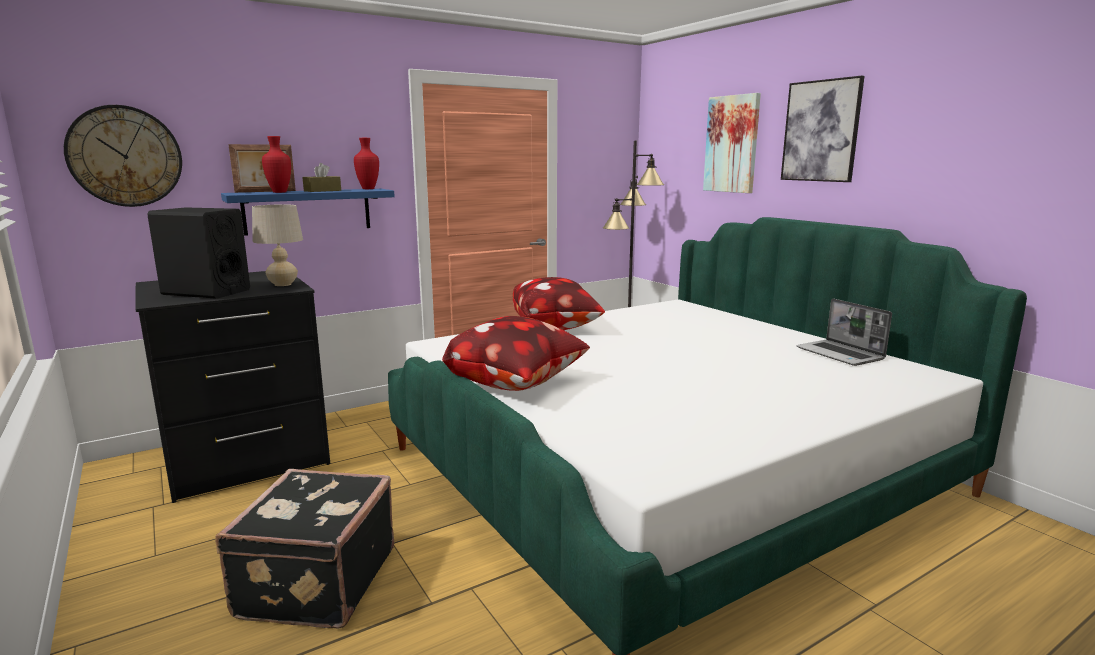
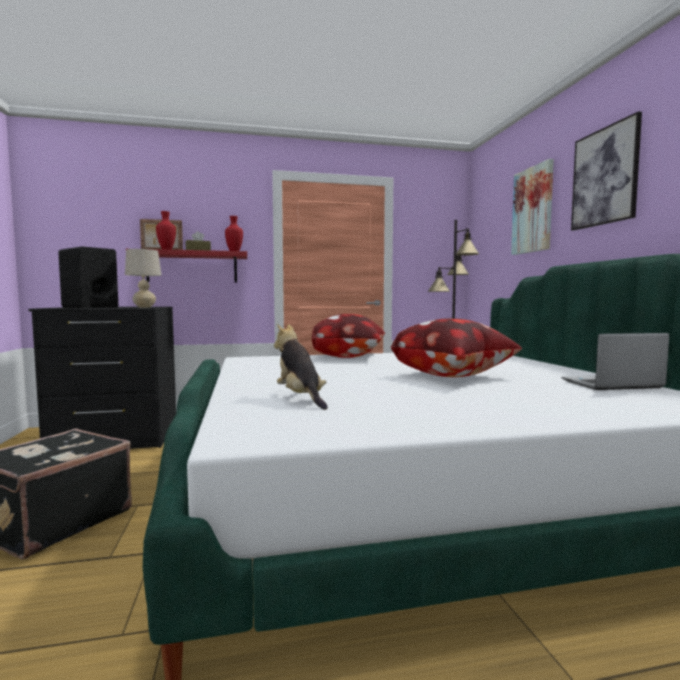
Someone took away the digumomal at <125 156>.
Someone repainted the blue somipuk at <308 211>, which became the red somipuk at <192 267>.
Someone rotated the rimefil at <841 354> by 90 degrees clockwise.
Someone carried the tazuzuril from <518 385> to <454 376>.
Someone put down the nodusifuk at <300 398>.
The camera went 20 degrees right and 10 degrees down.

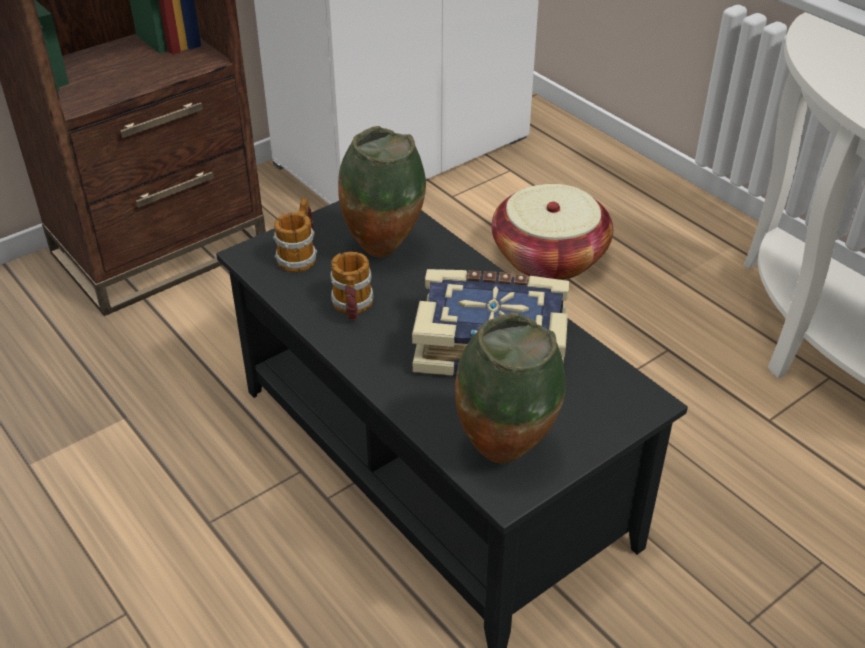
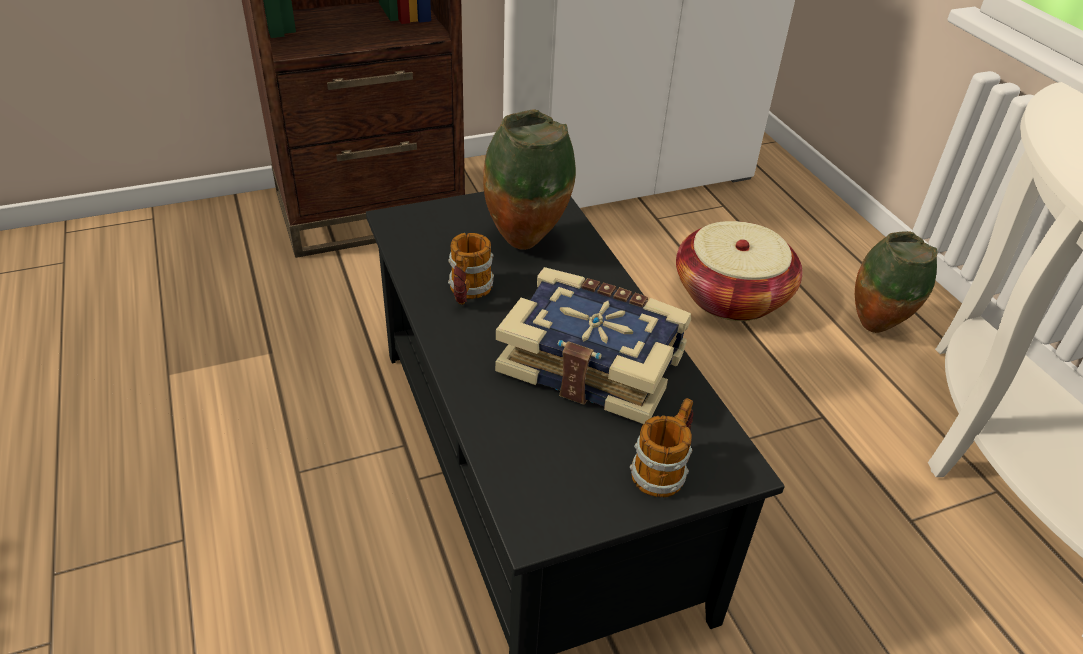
Someone carried the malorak from <300 255> to <663 469>.
Someone carried the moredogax from <505 453> to <876 328>.
The camera went 15 degrees right and 0 degrees up.

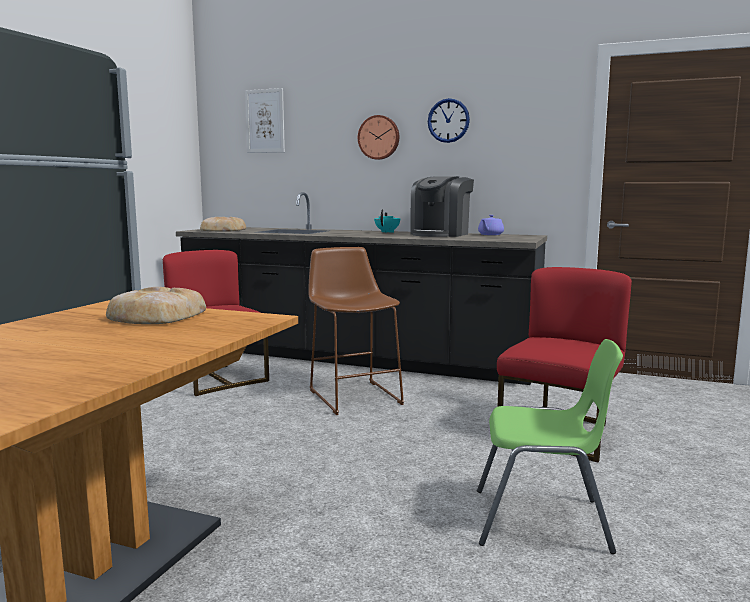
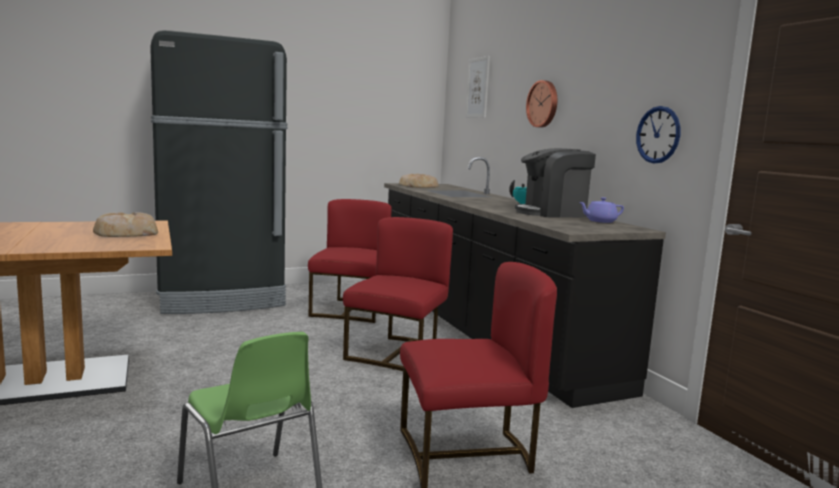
Someone carried the digumomal from <448 120> to <658 135>.
Someone swapped the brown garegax at <353 395> for the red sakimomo at <397 354>.
The camera went 45 degrees right and 0 degrees up.

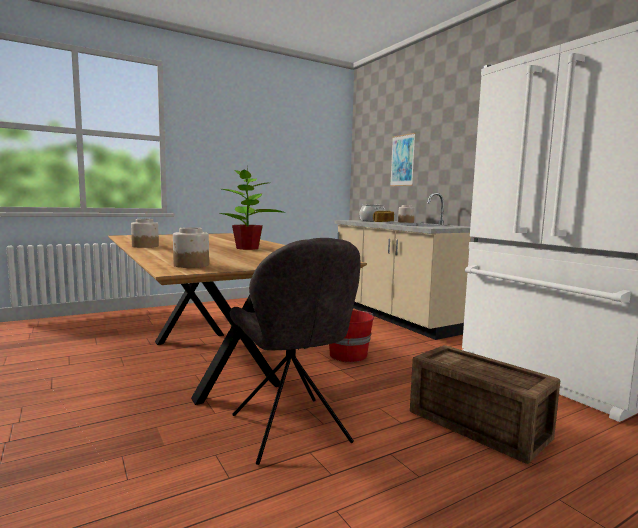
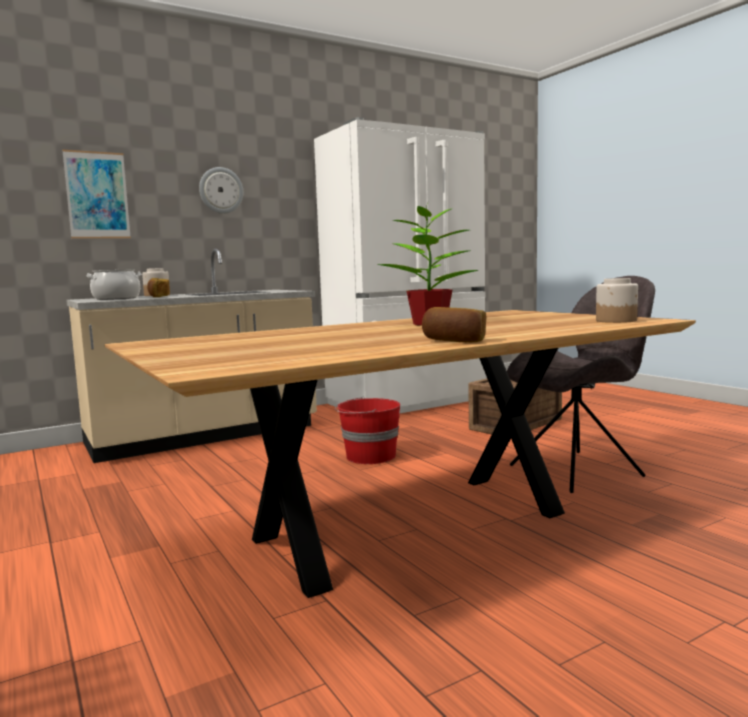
Someone swapped the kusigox at <145 246> for the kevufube at <454 341>.
Someone put up the digumomal at <221 190>.
The camera went 90 degrees left and 0 degrees up.

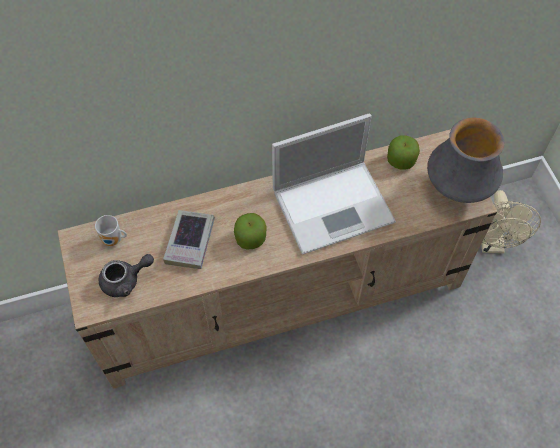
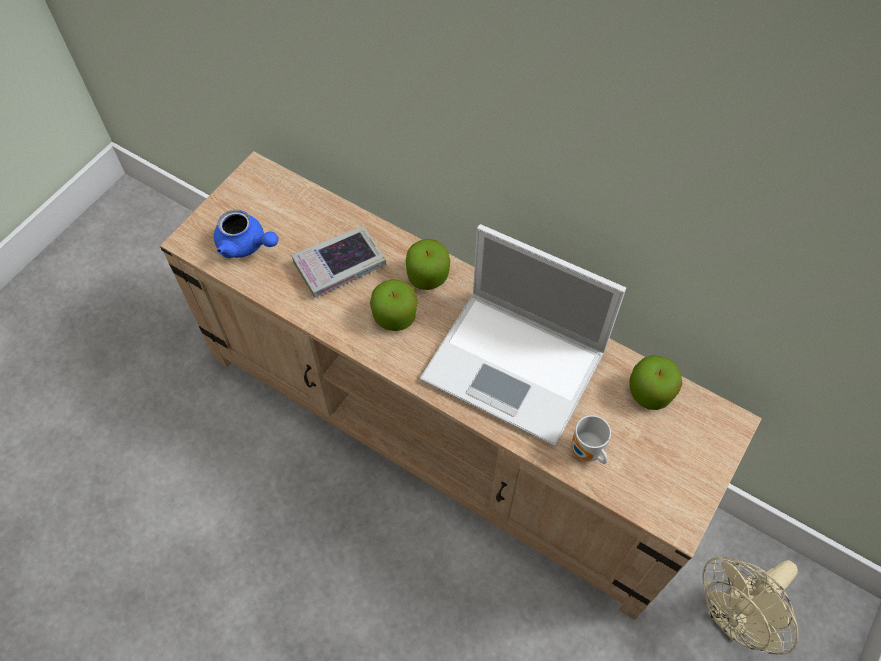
Someone took away the moredogax at <457 189>.
Someone carried the malorak from <113 240> to <586 452>.
Someone repainted the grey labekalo at <126 280>, which became the blue labekalo at <246 245>.
Someone put down the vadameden at <428 276>.
The camera went 50 degrees right and 0 degrees up.

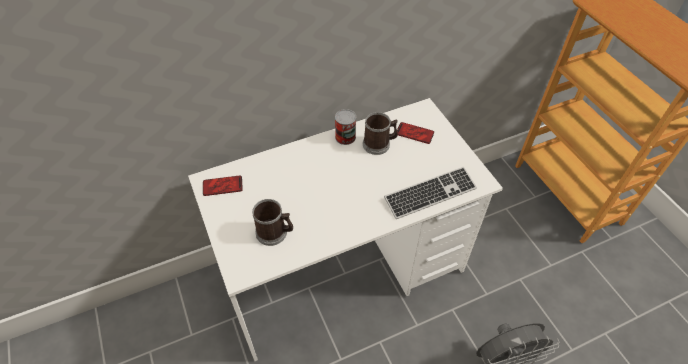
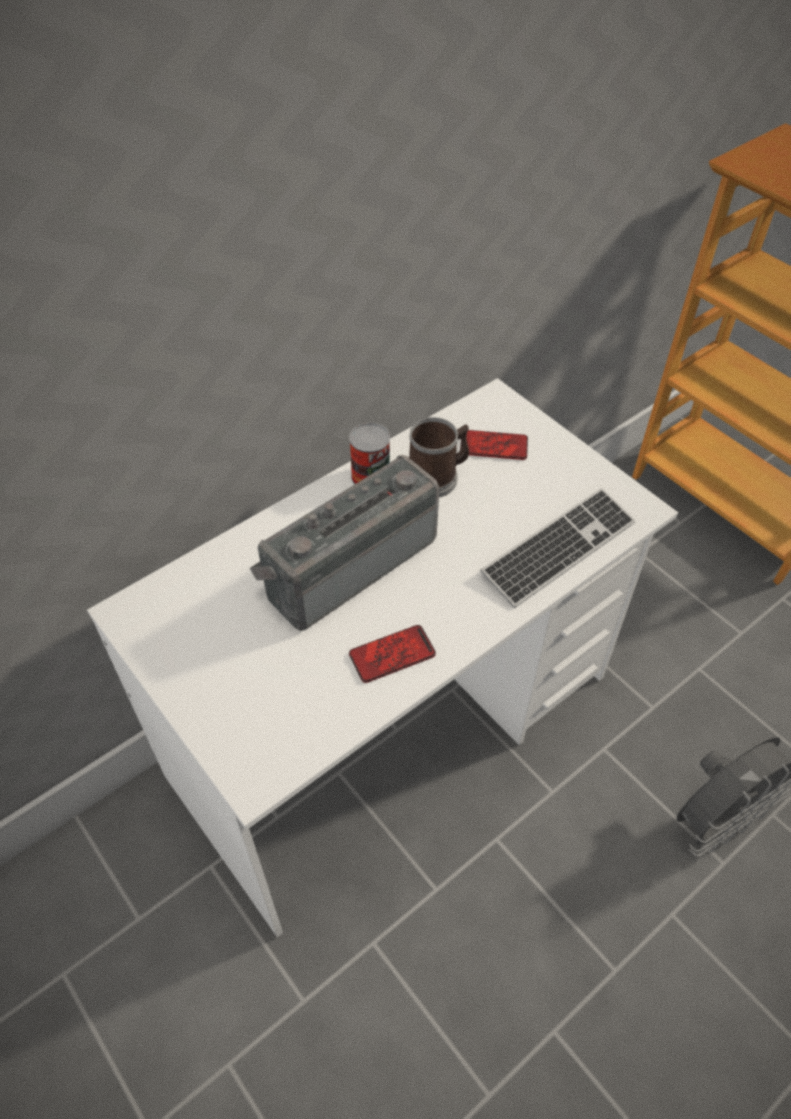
Someone carried the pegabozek from <222 186> to <392 654>.
Someone took away the malorak at <275 233>.
Someone put down the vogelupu at <347 563>.
The camera went 15 degrees left and 0 degrees up.

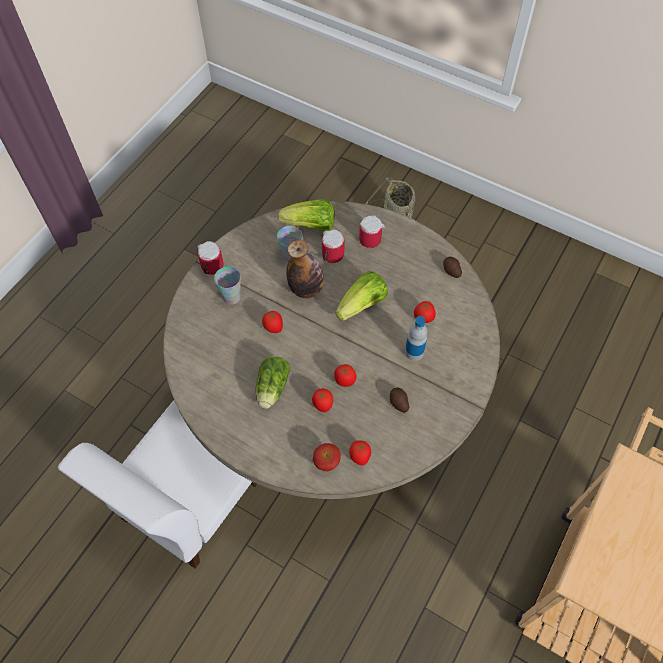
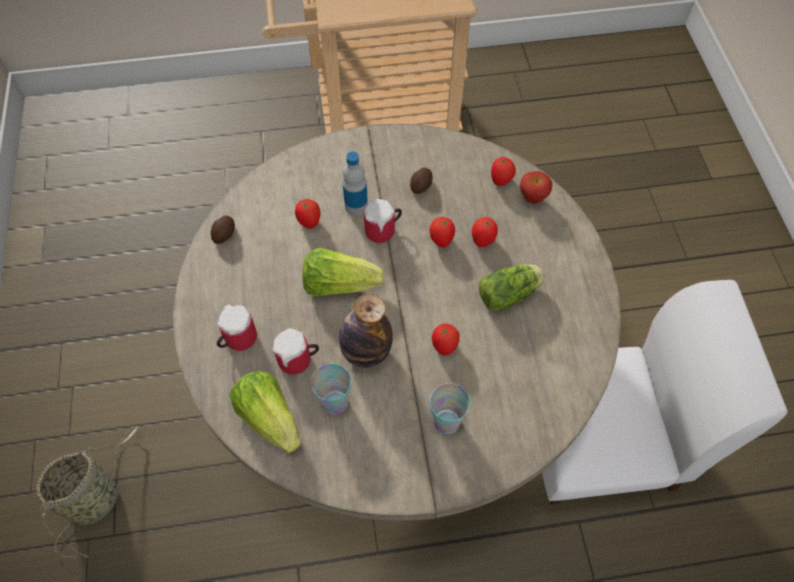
Someone carried the malorak from <210 268> to <384 231>.
The camera went 130 degrees left and 0 degrees up.

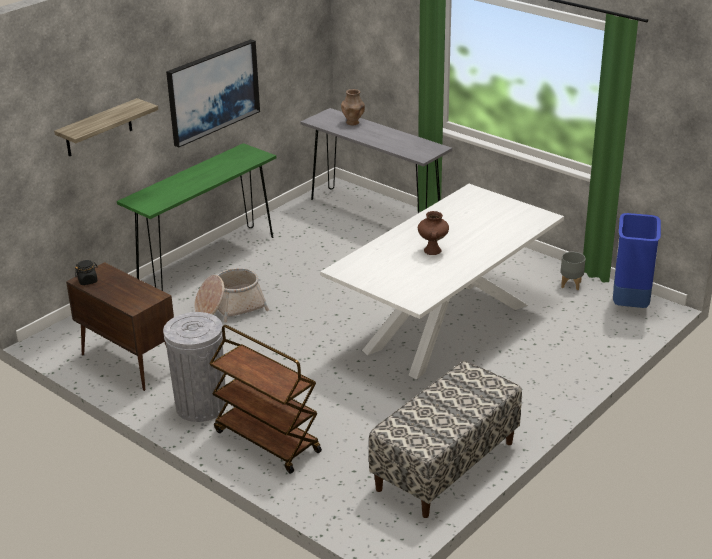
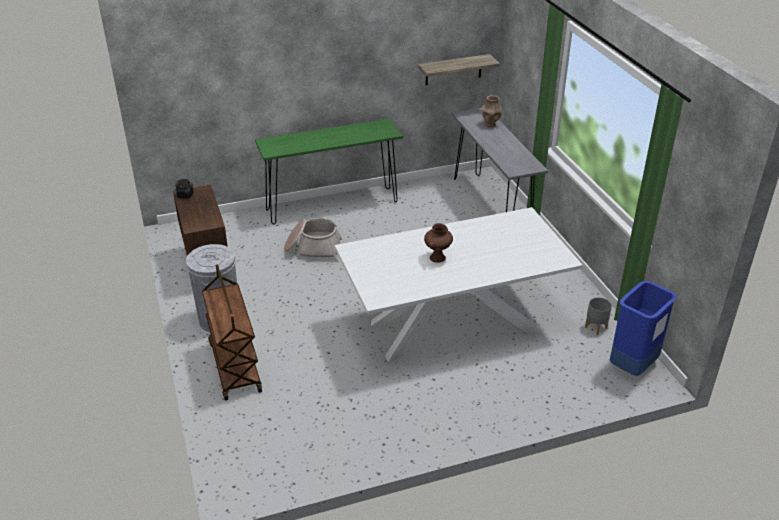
Someone took away the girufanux at <213 91>.
Someone carried the somipuk from <98 128> to <453 70>.
Someone took away the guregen at <446 466>.
The camera went 30 degrees right and 5 degrees up.

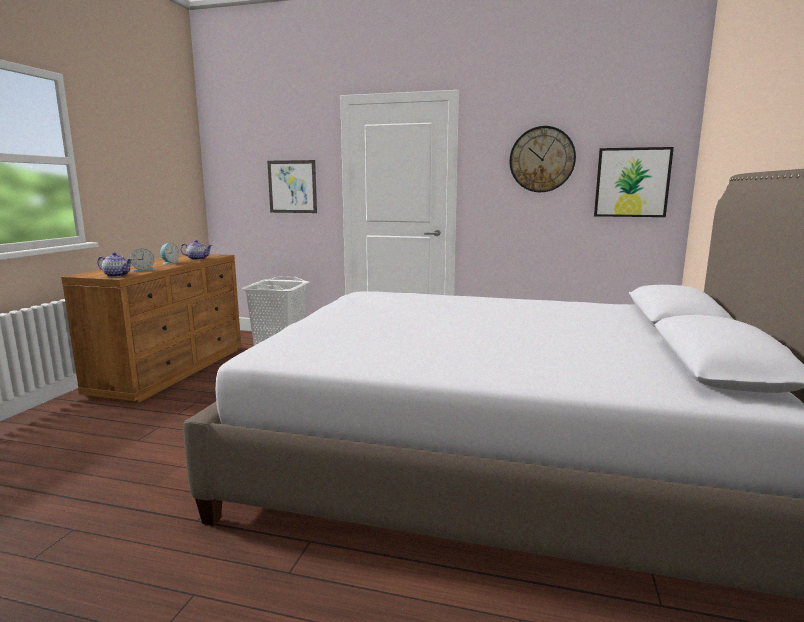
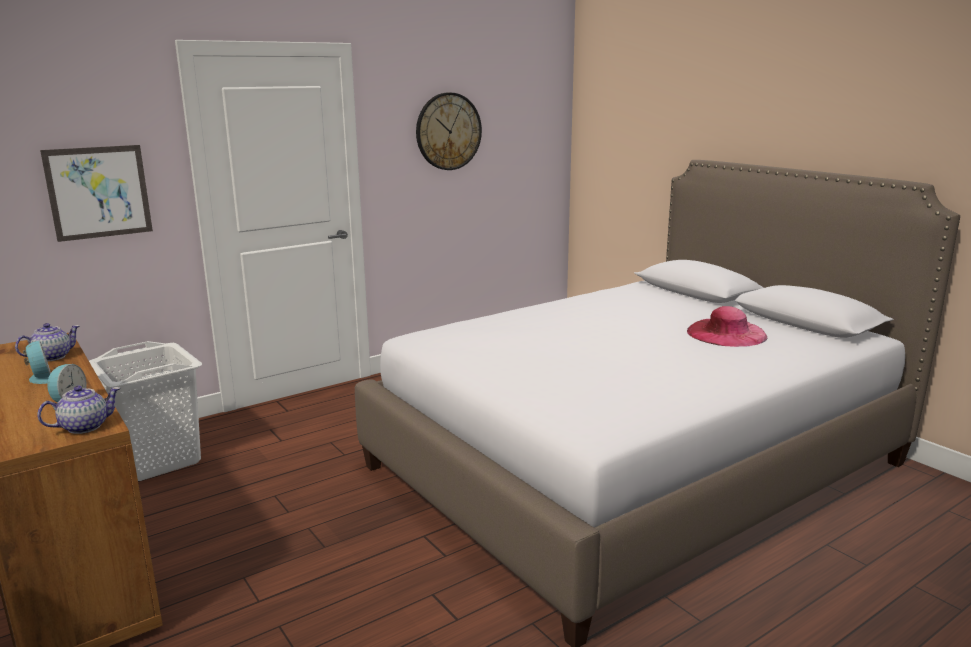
Someone took away the girufanux at <632 182>.
Someone put down the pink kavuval at <726 333>.
The camera went 50 degrees left and 5 degrees up.

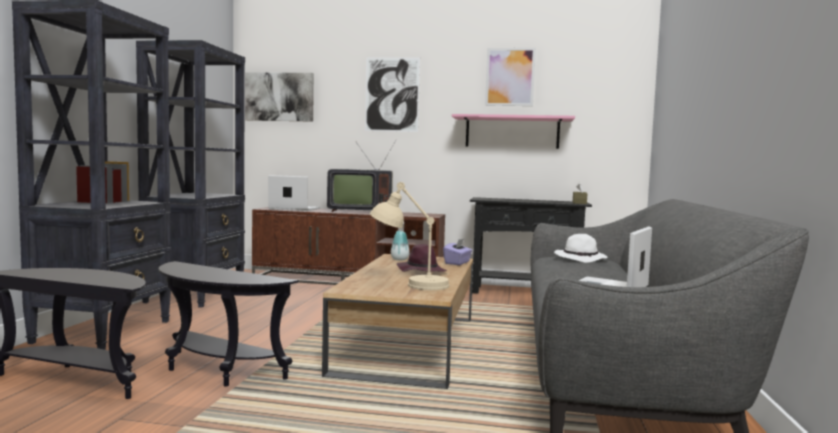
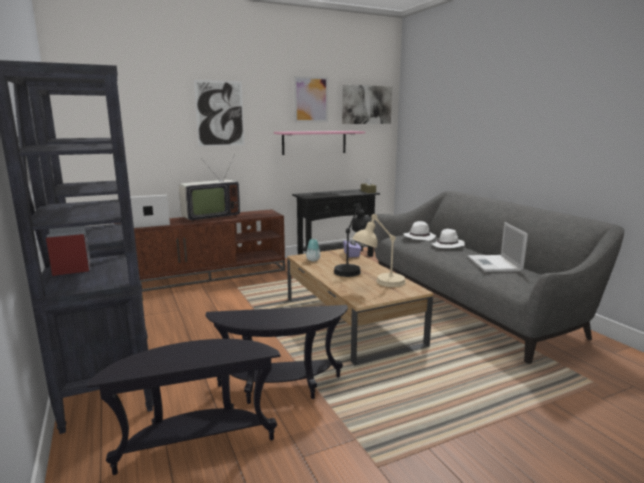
Someone carried the girufanux from <279 97> to <366 104>.
Someone swapped the purple kavuval at <421 271> for the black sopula at <353 269>.
Someone put down the white kavuval at <448 246>.
The camera went 35 degrees left and 10 degrees up.

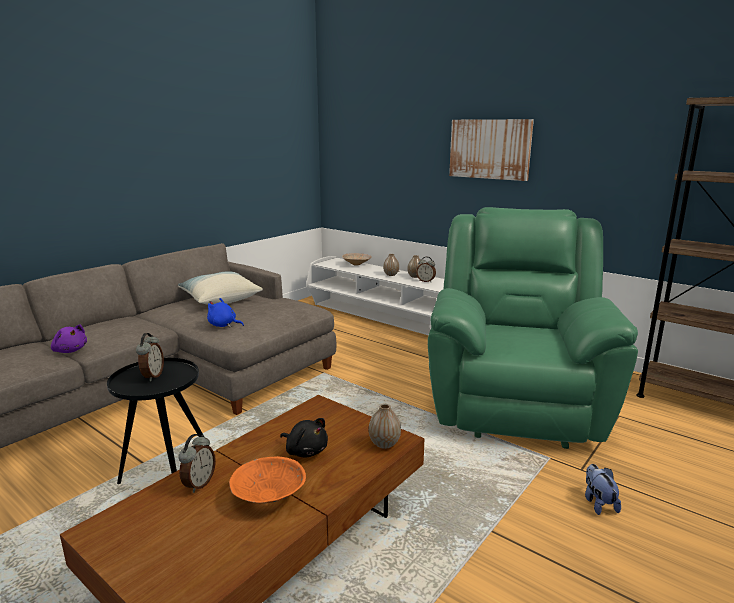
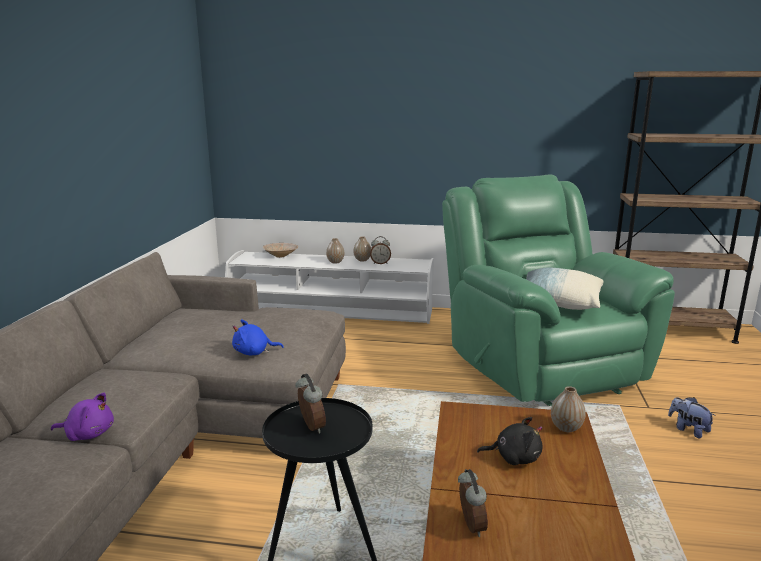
Someone took away the girufanux at <490 149>.
Someone carried the tazuzuril from <219 299> to <558 302>.
Someone took away the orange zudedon at <268 495>.
The camera went 30 degrees left and 0 degrees up.

